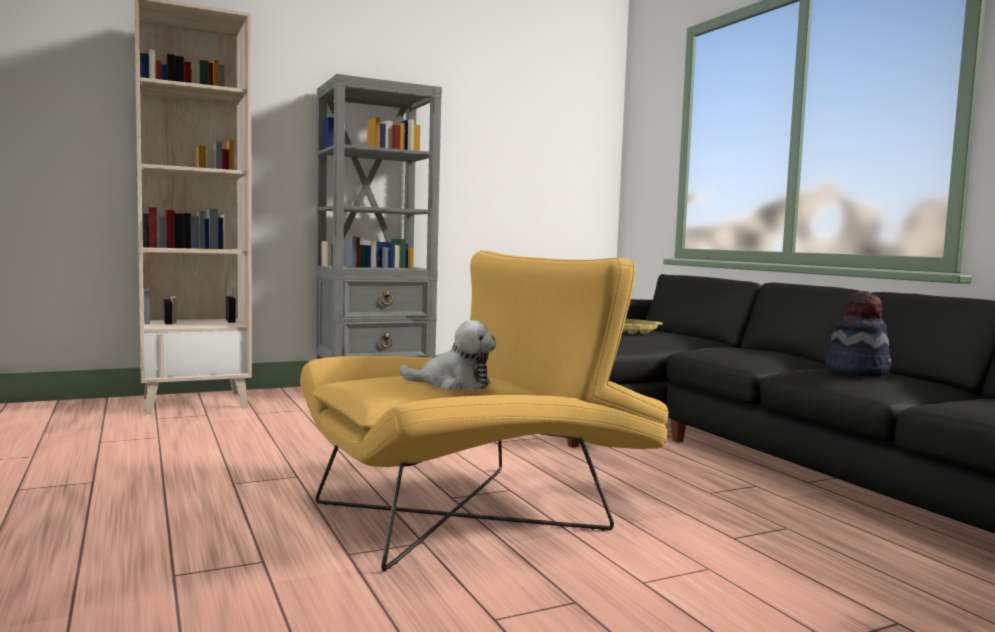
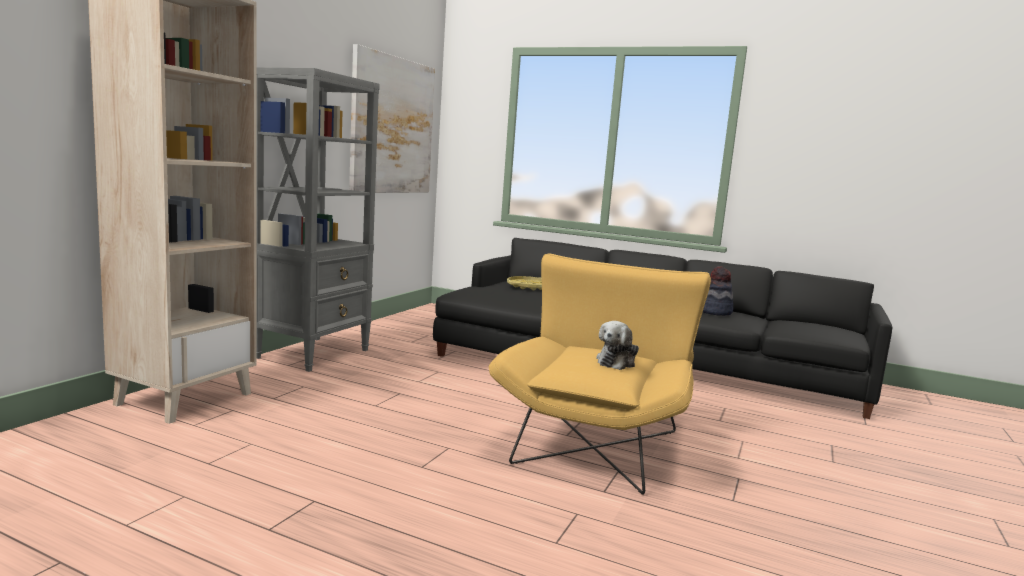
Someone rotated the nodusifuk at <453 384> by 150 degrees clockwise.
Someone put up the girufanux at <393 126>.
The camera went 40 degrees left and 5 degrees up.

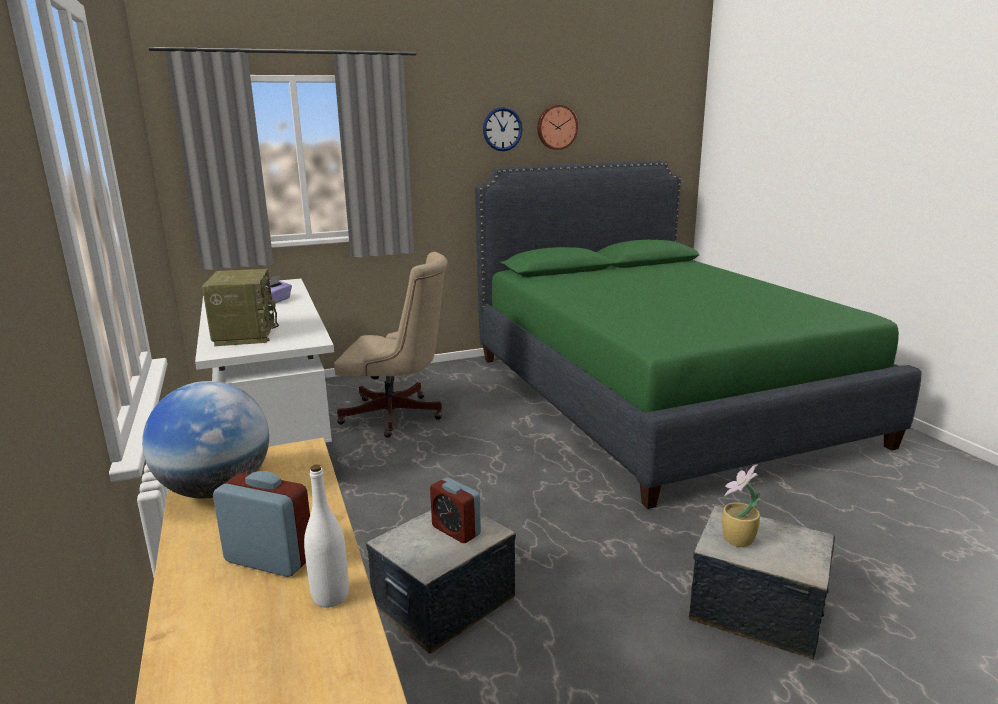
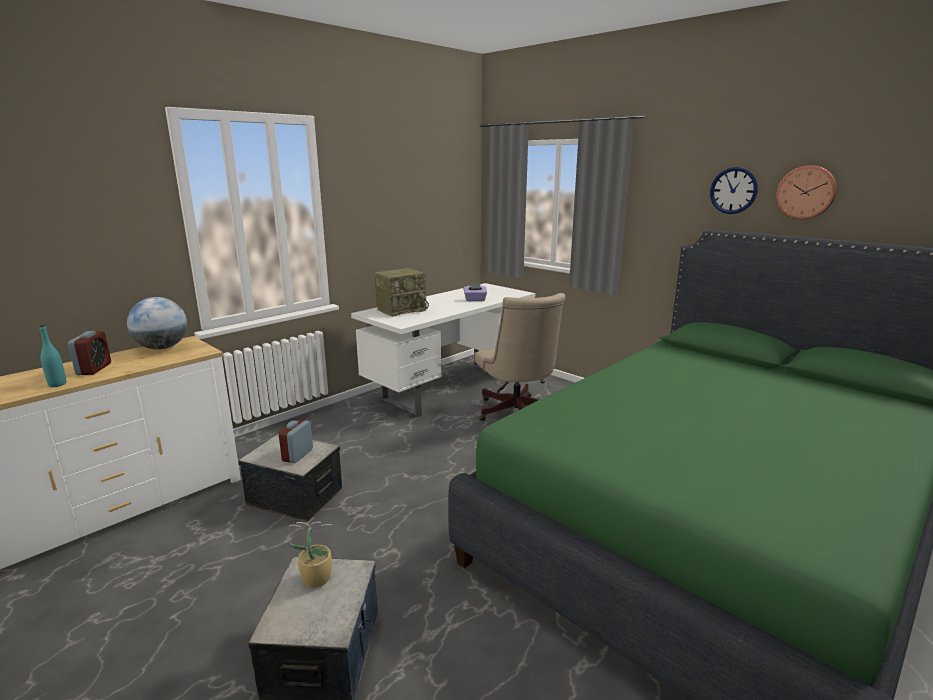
Someone repainted the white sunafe at <330 596>, which became the turquoise sunafe at <57 384>.
The camera went 65 degrees right and 0 degrees up.

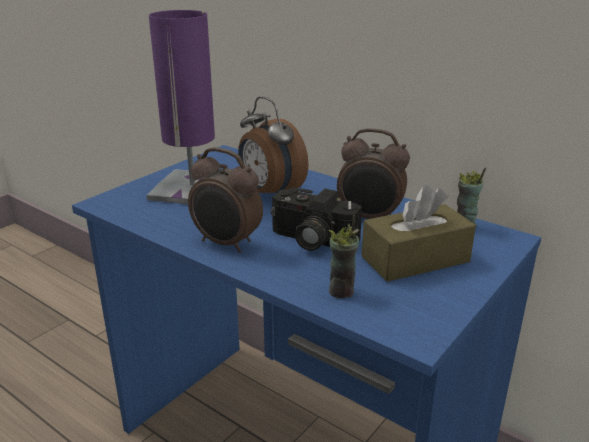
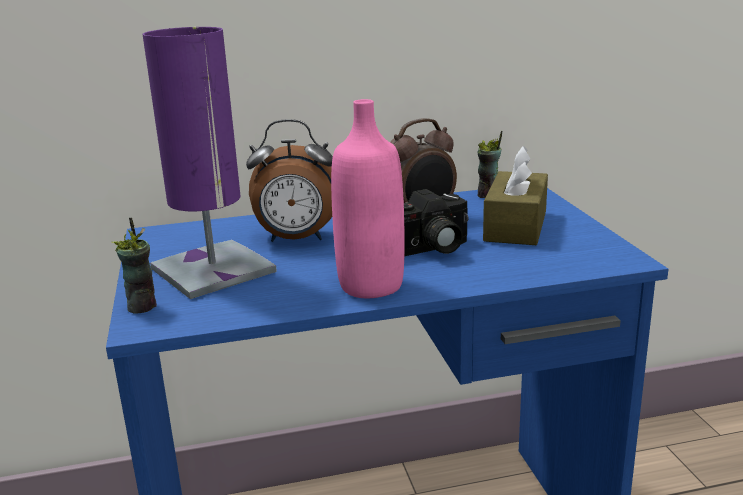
Someone swapped the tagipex at <226 244> for the pink sunafe at <371 285>.
Someone carried the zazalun from <342 291> to <142 306>.
The camera went 50 degrees left and 5 degrees down.

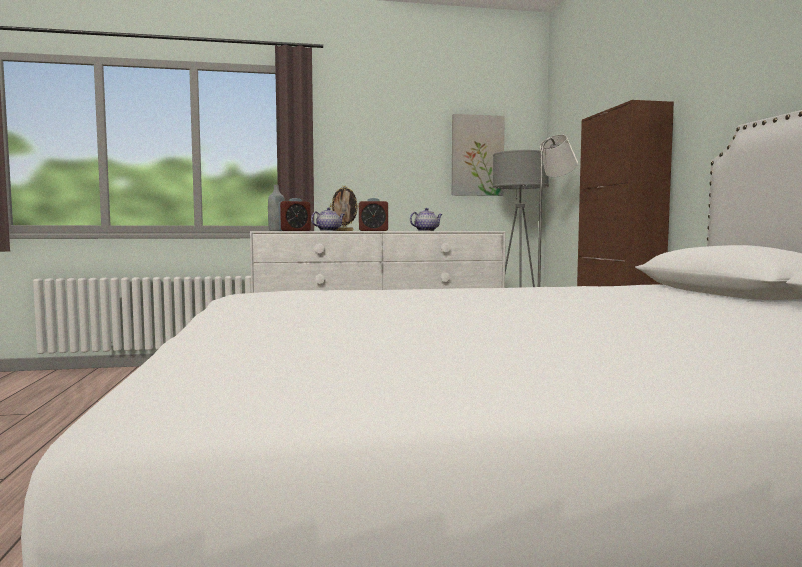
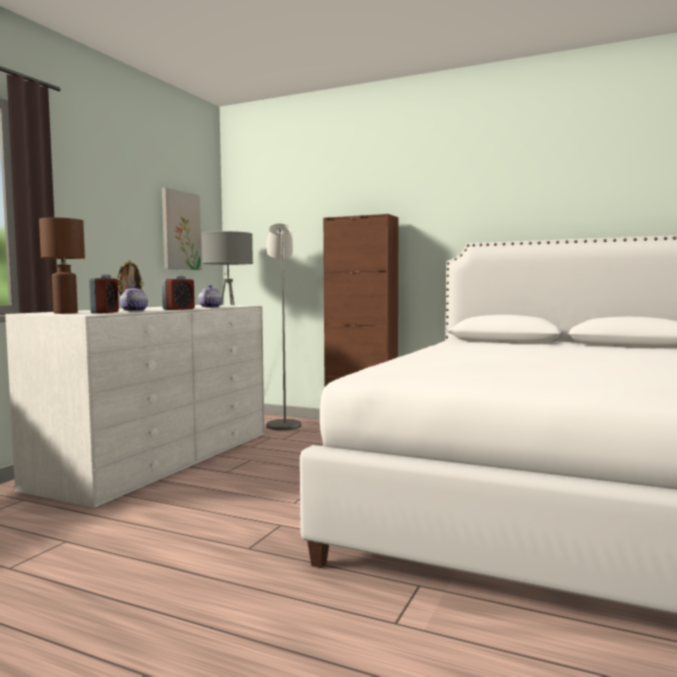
Someone swapped the grey sunafe at <277 230> for the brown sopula at <66 313>.
The camera went 55 degrees left and 0 degrees up.

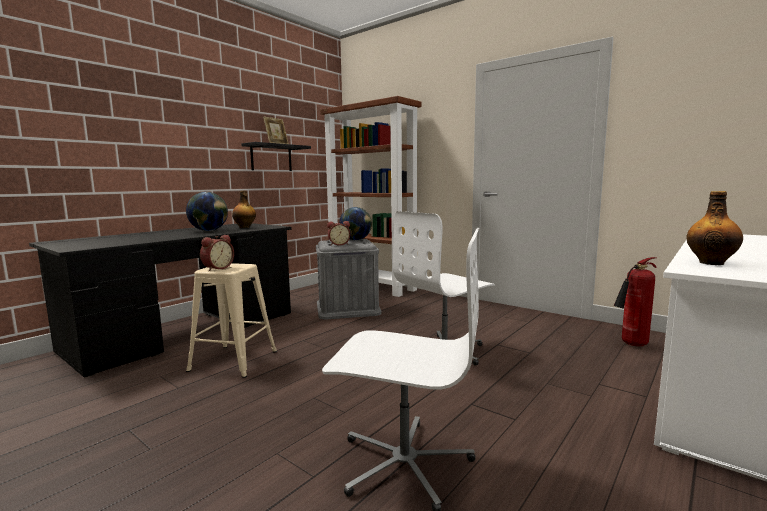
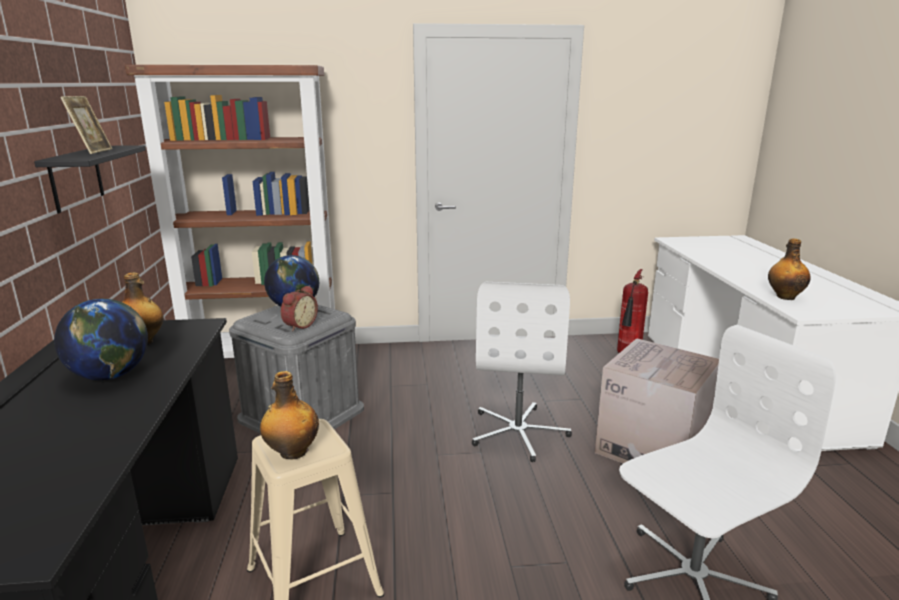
Someone swapped the tagipex at <217 268> for the sunafe at <292 452>.
Someone put down the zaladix at <651 448>.
The camera went 45 degrees left and 10 degrees up.

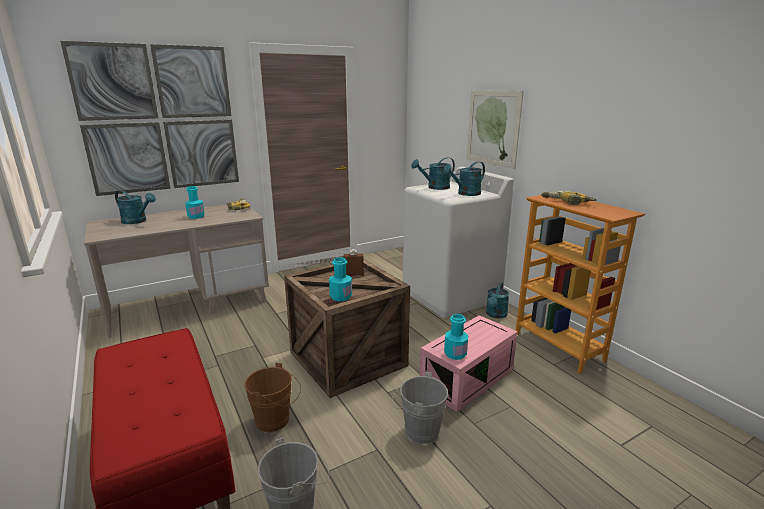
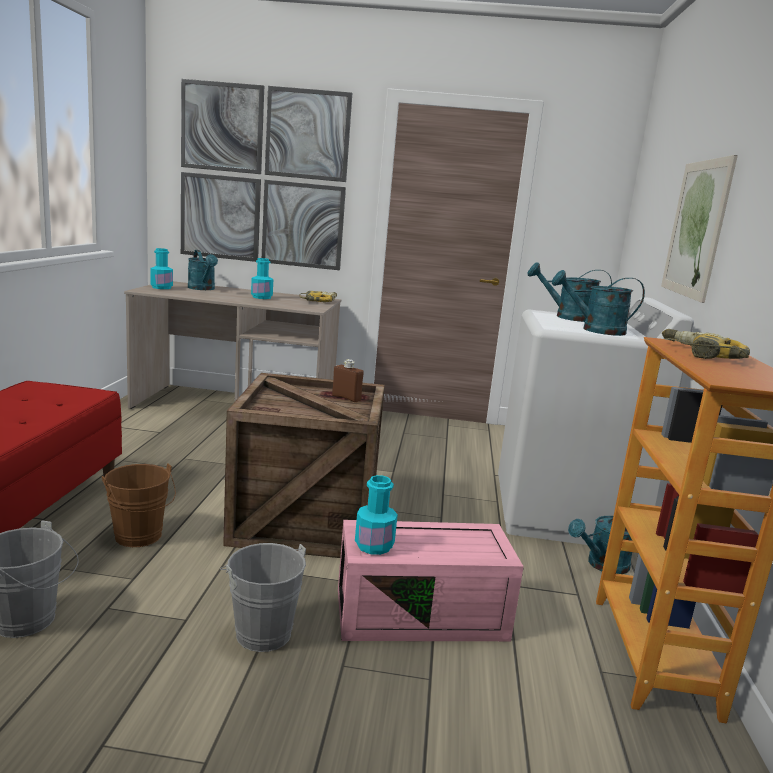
Someone carried the turquoise sunafe from <341 297> to <161 287>.
The camera went 35 degrees right and 5 degrees down.

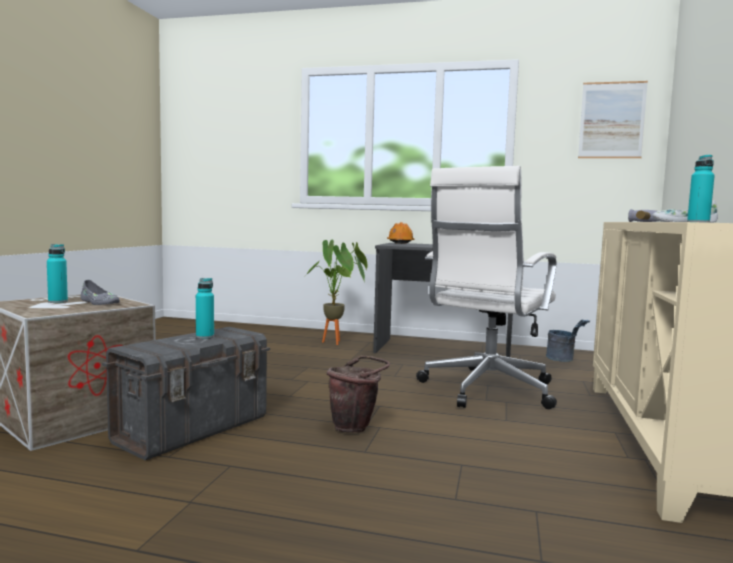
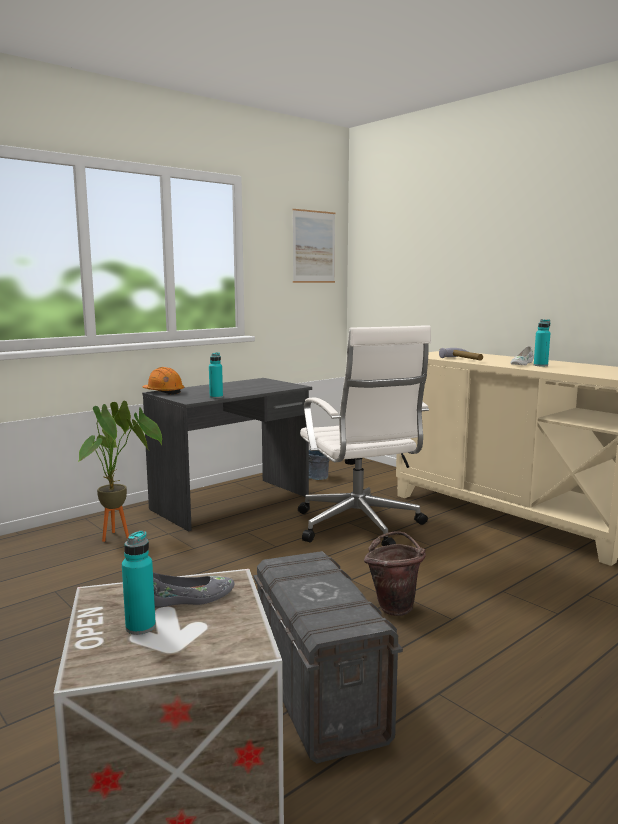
Someone carried the turquoise sunafe from <205 337> to <216 397>.
The camera went 55 degrees left and 5 degrees up.

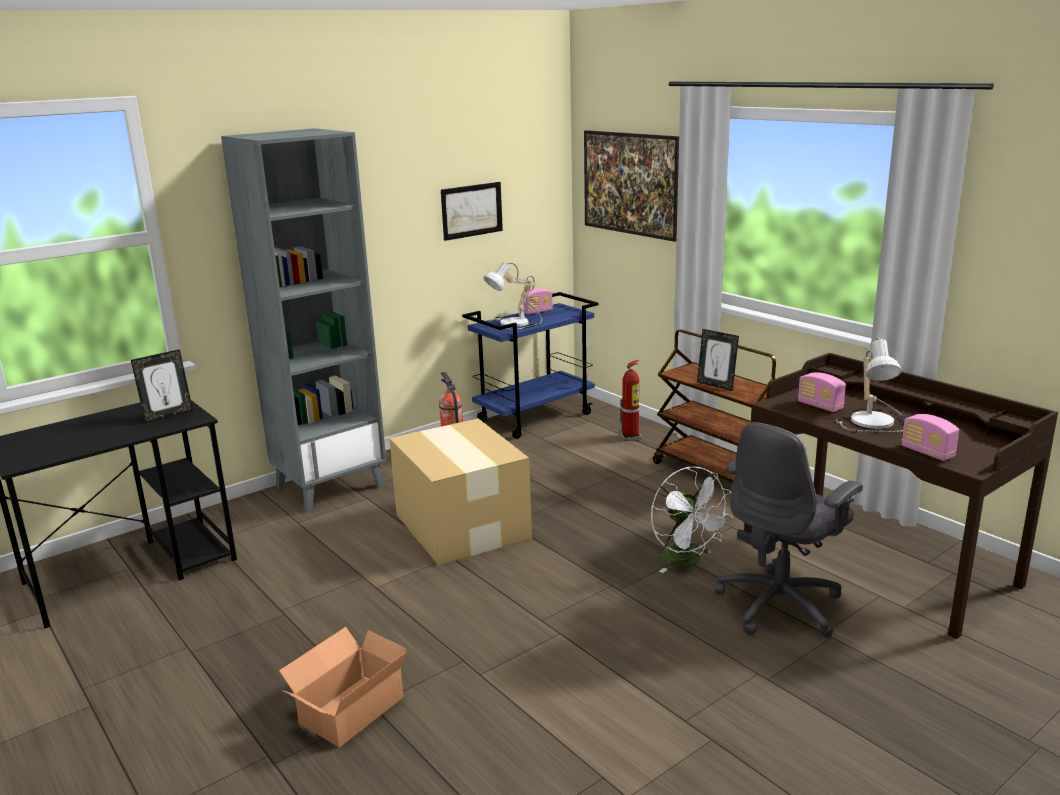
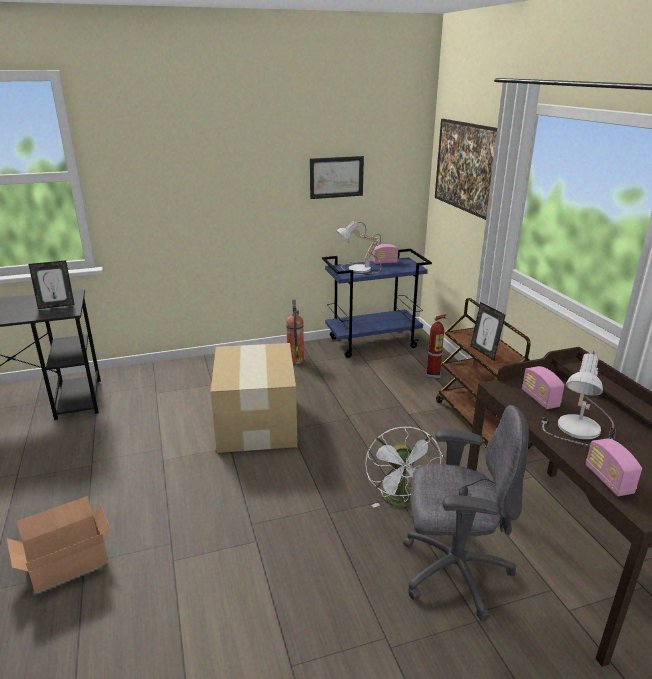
Someone took away the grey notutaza at <330 486>.
Someone rotated the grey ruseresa at <781 605> by 150 degrees counterclockwise.
The camera went 20 degrees right and 5 degrees up.

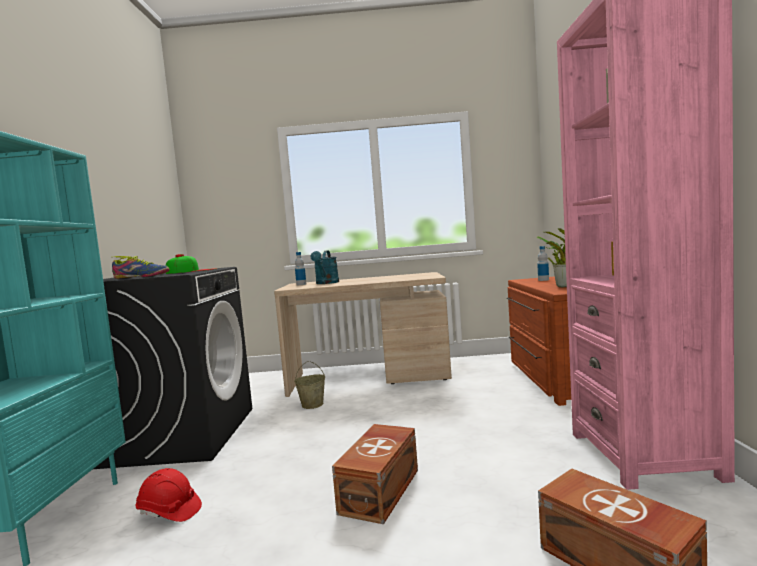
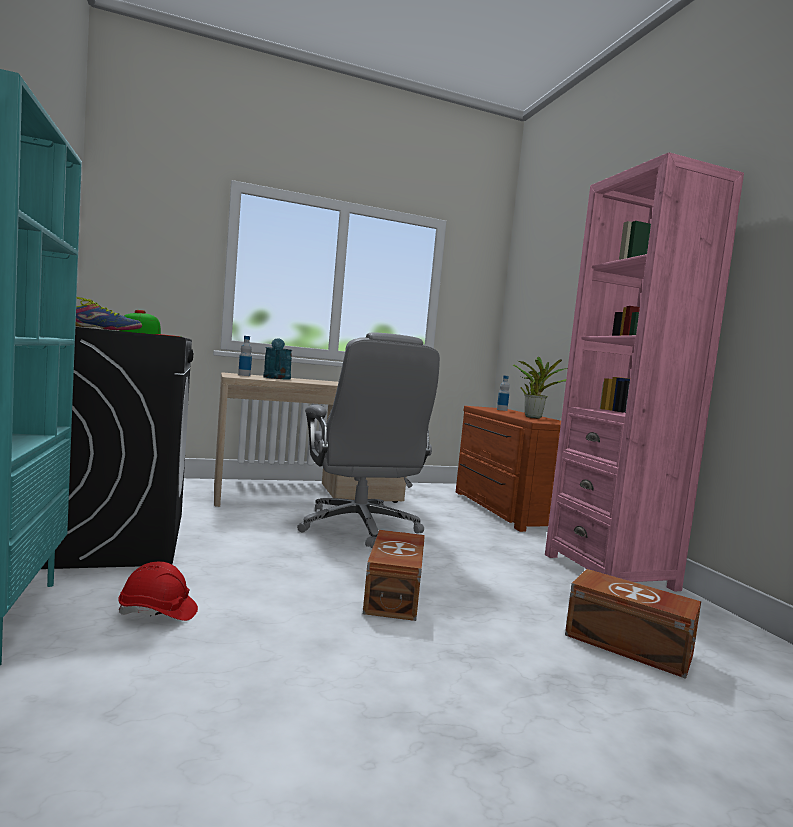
Someone took away the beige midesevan at <312 404>.
Someone put down the grey ruseresa at <359 527>.
The camera went 20 degrees left and 0 degrees up.

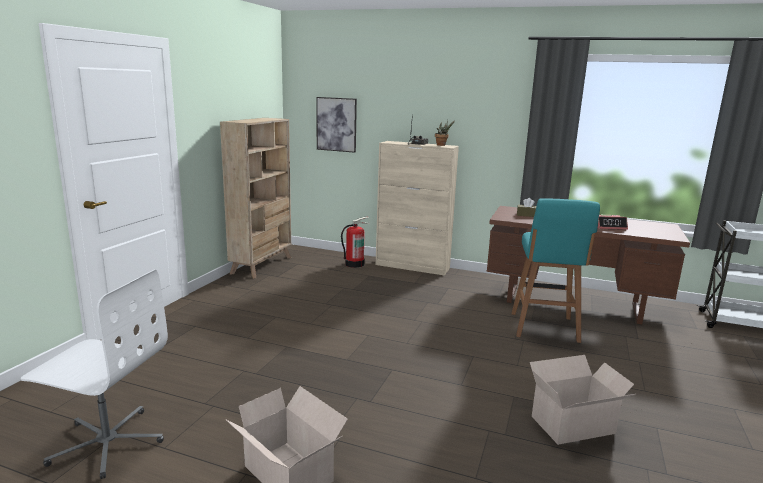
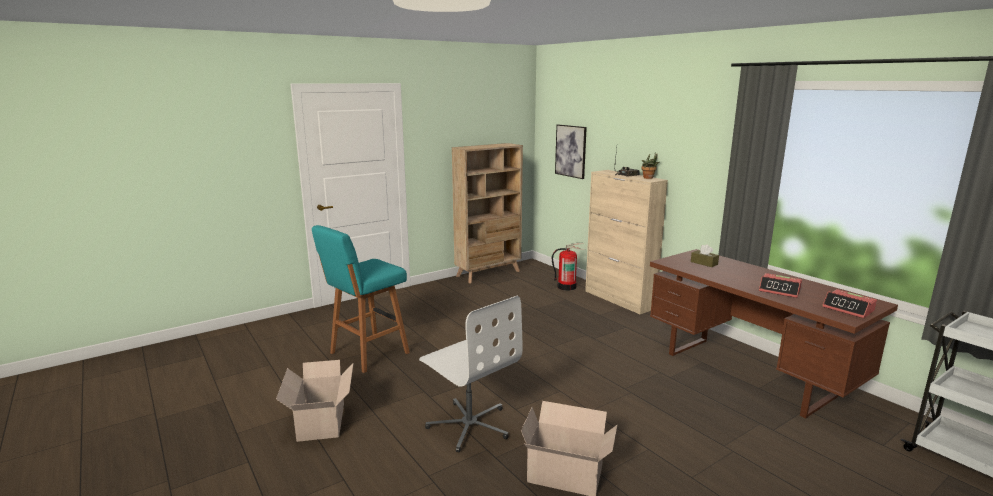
Someone carried the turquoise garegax from <544 328> to <367 354>.
Someone carried the white ruseresa from <107 442> to <469 425>.
Someone put down the tagipex at <848 309>.
The camera went 35 degrees right and 0 degrees up.

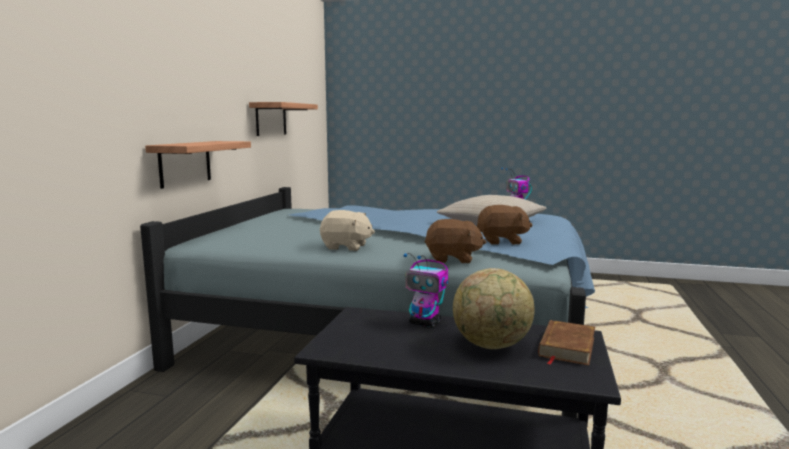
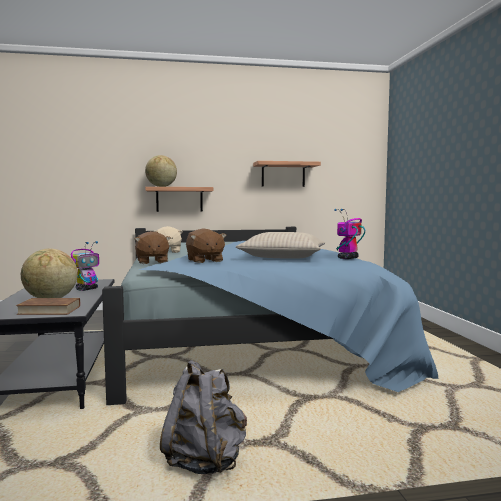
Someone rotated the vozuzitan at <425 323> by 150 degrees counterclockwise.
Someone put down the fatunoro at <161 186>.
Someone put down the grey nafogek at <205 460>.
The camera went 65 degrees right and 5 degrees down.

